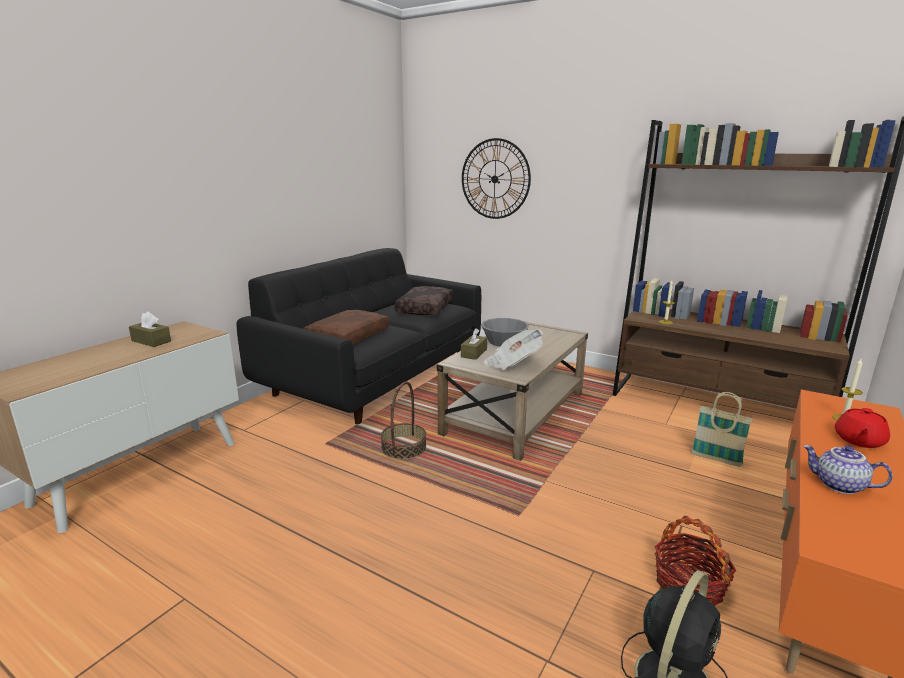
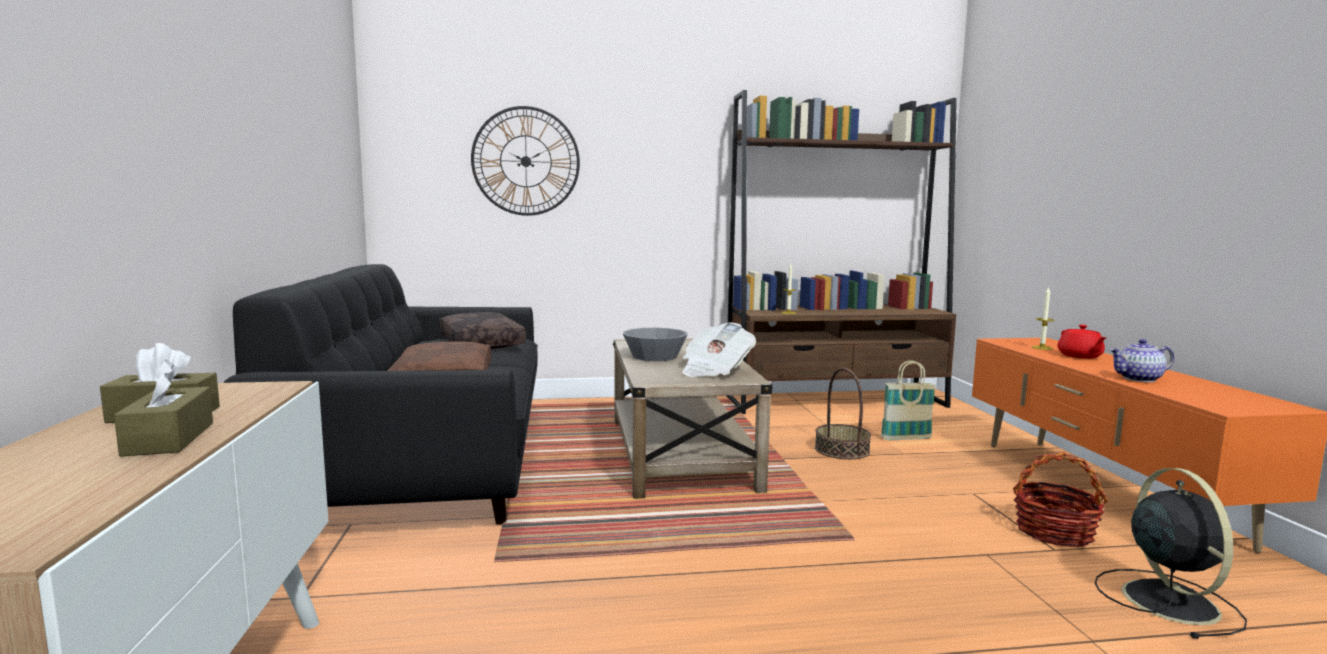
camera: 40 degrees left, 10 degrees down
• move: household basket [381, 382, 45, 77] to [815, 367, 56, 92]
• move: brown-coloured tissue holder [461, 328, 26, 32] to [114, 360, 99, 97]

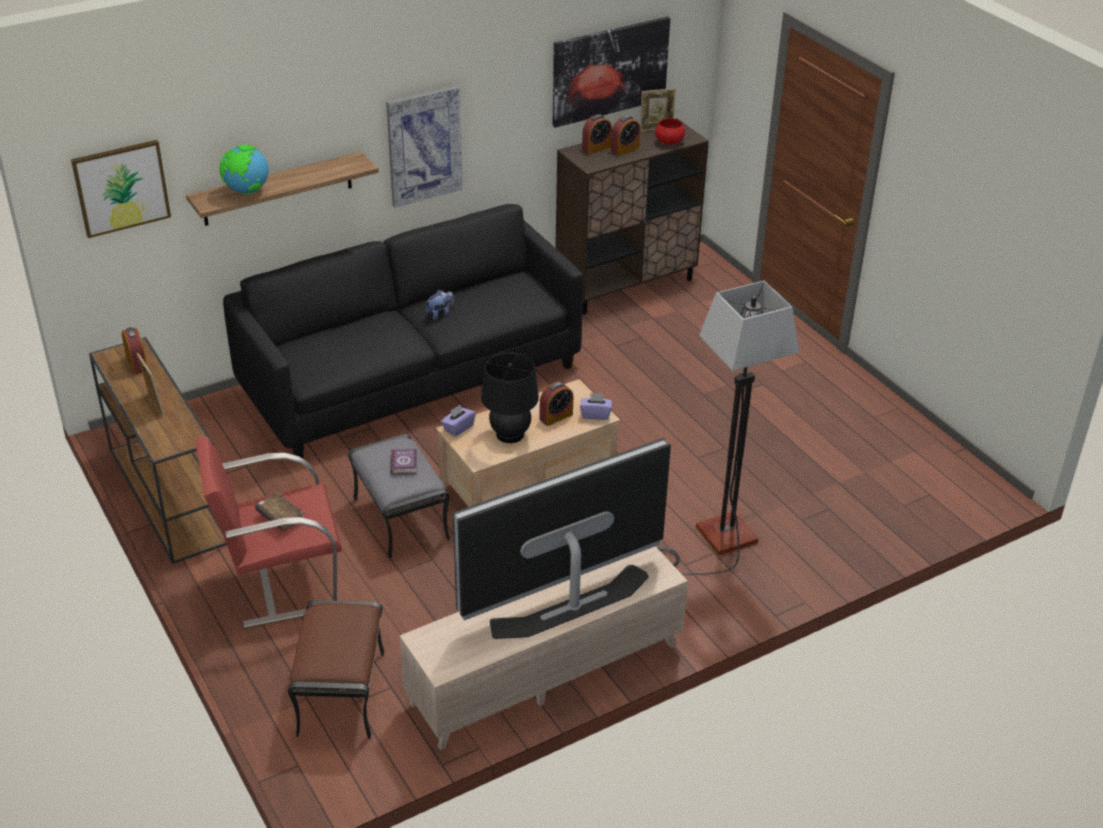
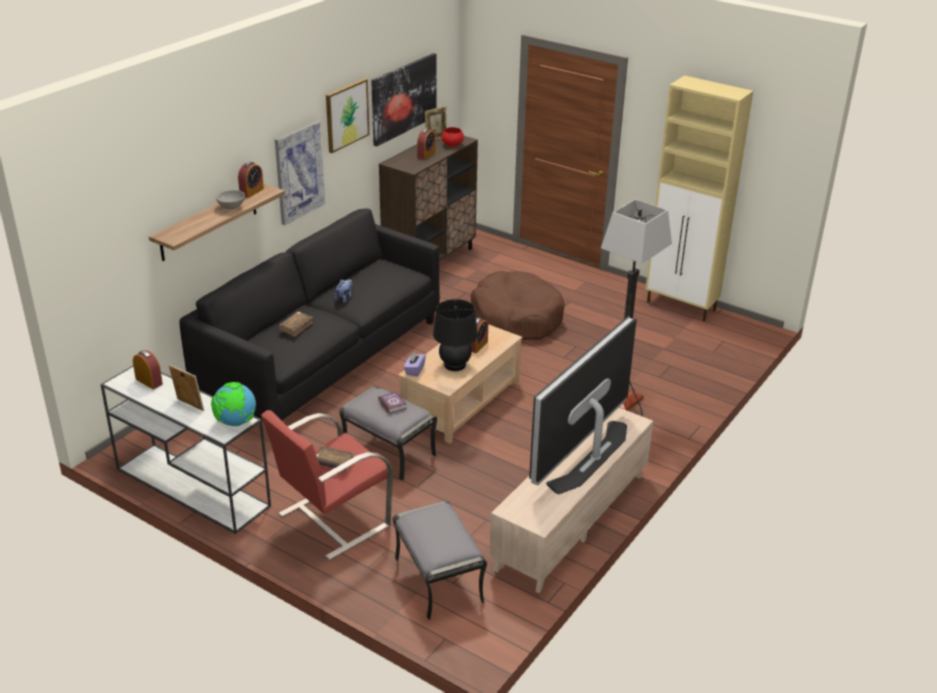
camera: 25 degrees left, 5 degrees down
• move: wall picture [71, 140, 100, 98] to [326, 78, 44, 75]
• recolor: brown-coloured console table [89, 337, 138, 227] to white-coloured console table [101, 366, 170, 168]
• move: desk globe [220, 145, 49, 49] to [211, 382, 45, 44]
• recolor: brown-coloured footrest [288, 600, 97, 139] to gray footrest [392, 501, 95, 119]
• delete: purplish tissue holder [580, 393, 32, 27]
• move: alarm clock [582, 114, 30, 40] to [238, 162, 26, 36]
• insert: gray deep dish [216, 190, 29, 19]
• insert: brown-coloured bound book [278, 311, 35, 26]
• insert: brown-coloured pet bed [471, 271, 93, 69]
• insert: sand-coloured cabinet [645, 75, 108, 247]

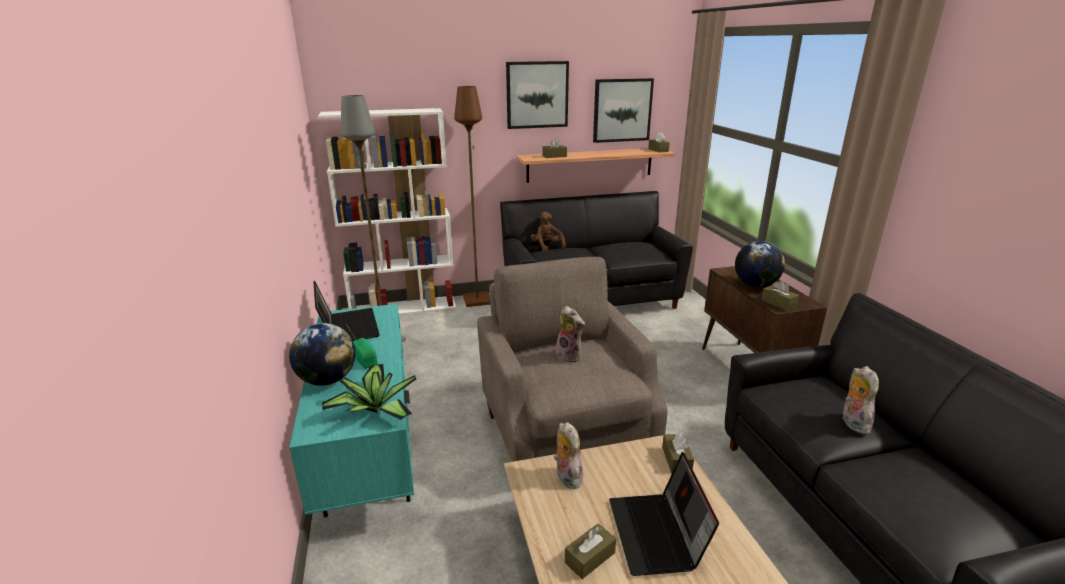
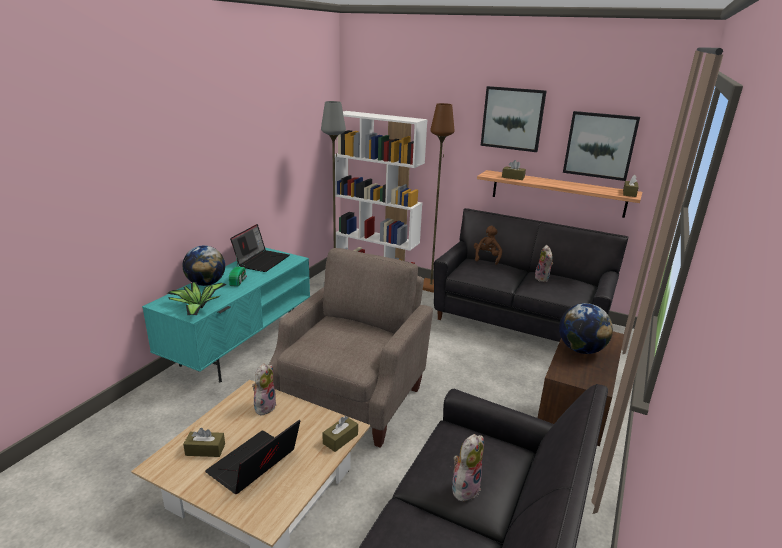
camera: 40 degrees right, 0 degrees up
• move: soft toy [556, 306, 29, 57] to [535, 245, 18, 37]
• delete: brown-coloured tissue holder [761, 280, 38, 31]

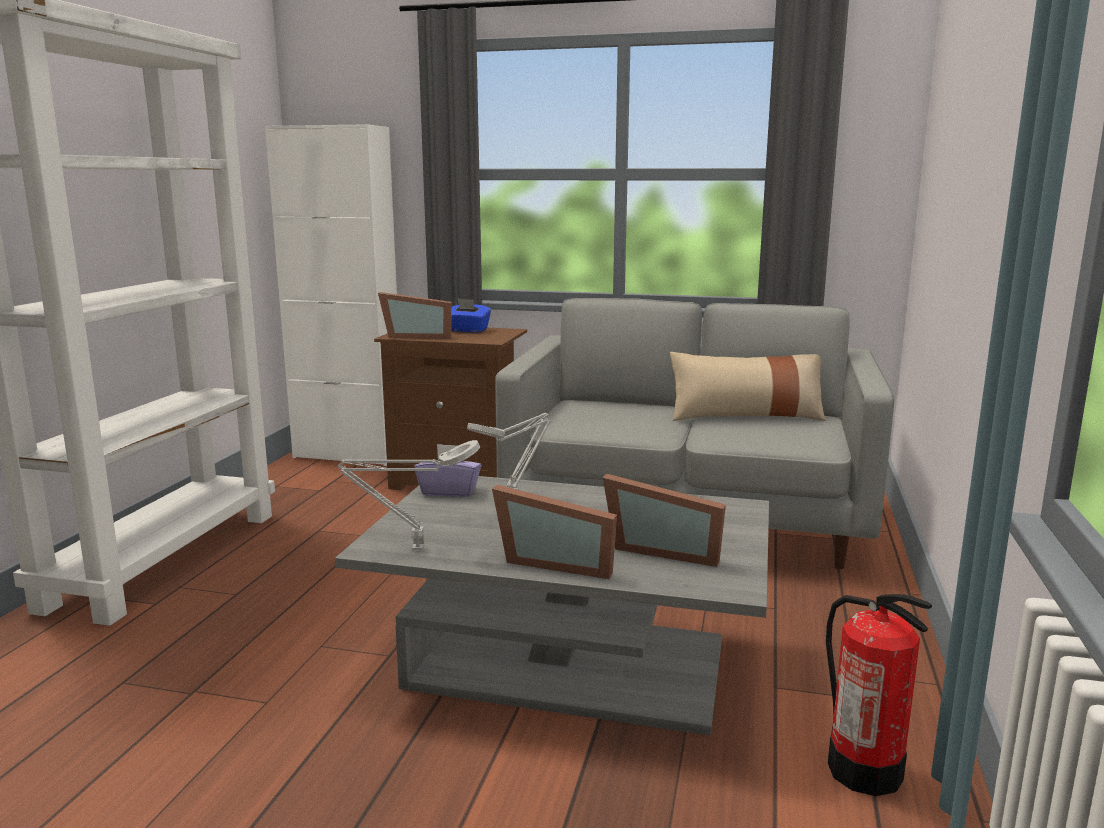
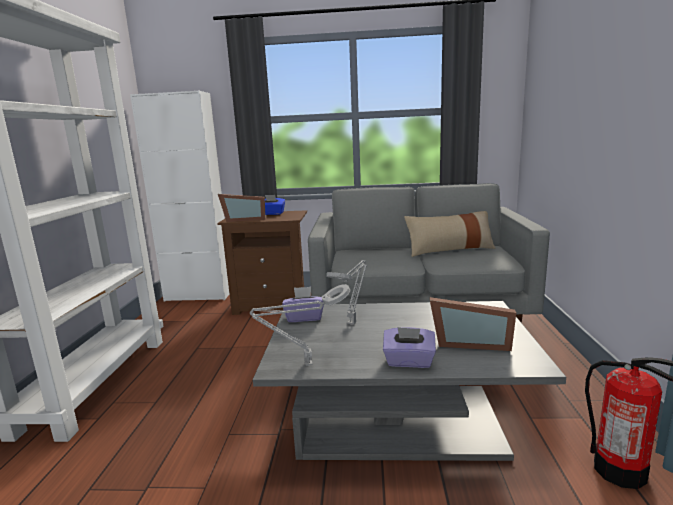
camera: 10 degrees left, 0 degrees up
• replace: standing frame [492, 485, 125, 94] to purplish tissue holder [383, 327, 53, 41]

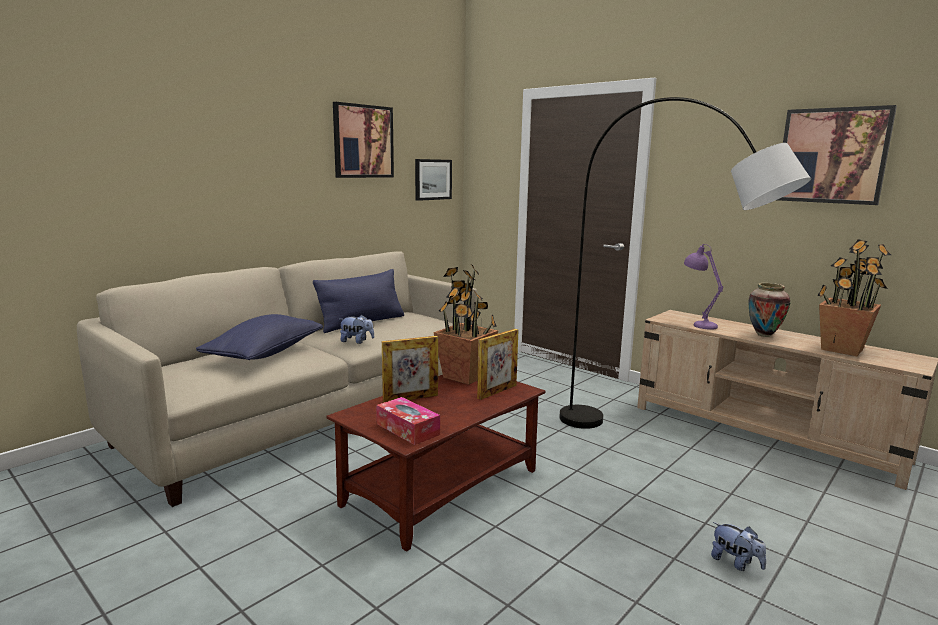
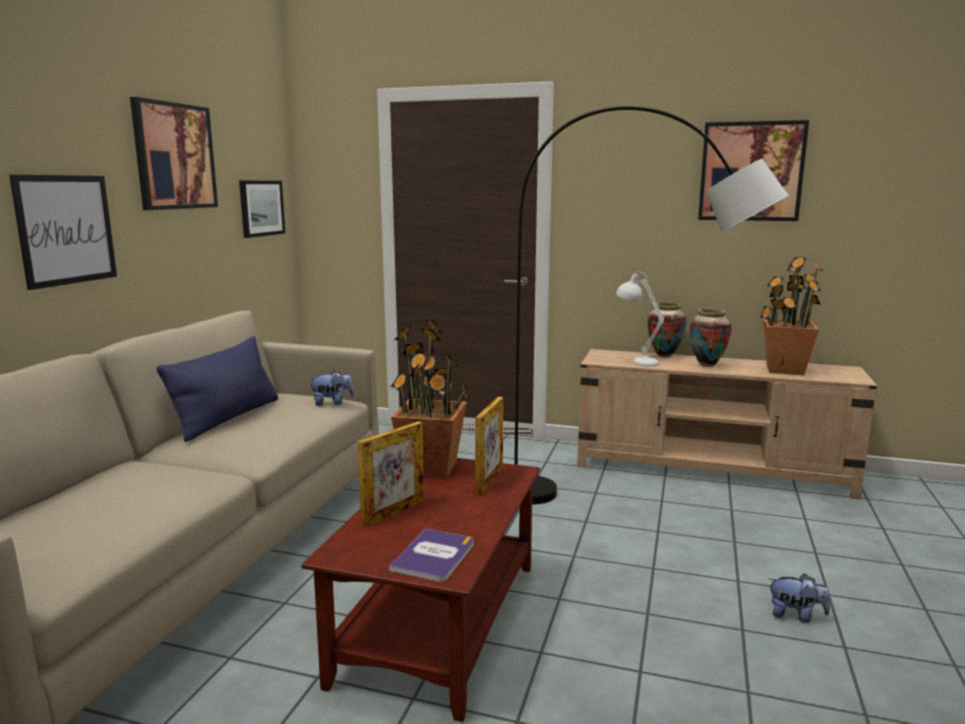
camera: 25 degrees left, 0 degrees up
• delete: blue-coloured pillow [196, 314, 127, 46]
• move: soft toy [339, 314, 35, 30] to [308, 370, 46, 36]
• replace: tissue holder [376, 397, 64, 48] to bound book [389, 528, 85, 54]
• recolor: purplish table lamp [684, 244, 39, 86] to white-coloured table lamp [616, 272, 48, 95]
• insert: wall picture [9, 175, 108, 115]
• insert: vase [648, 302, 39, 56]

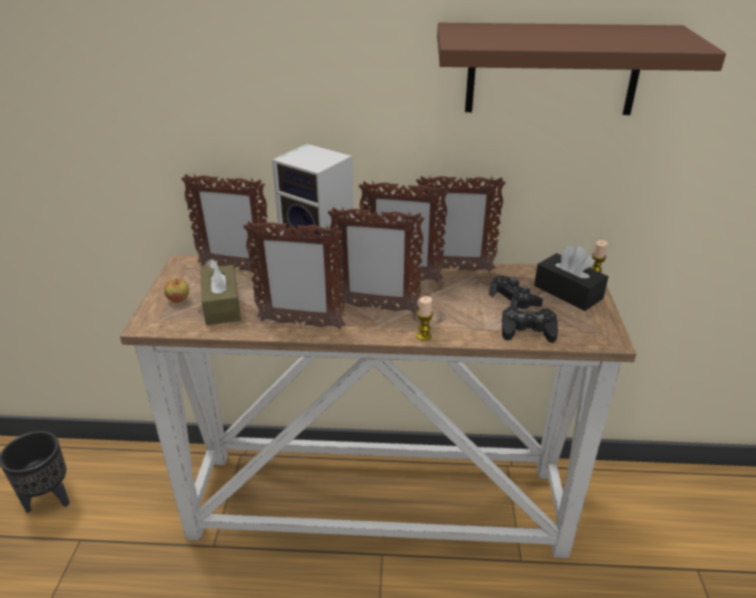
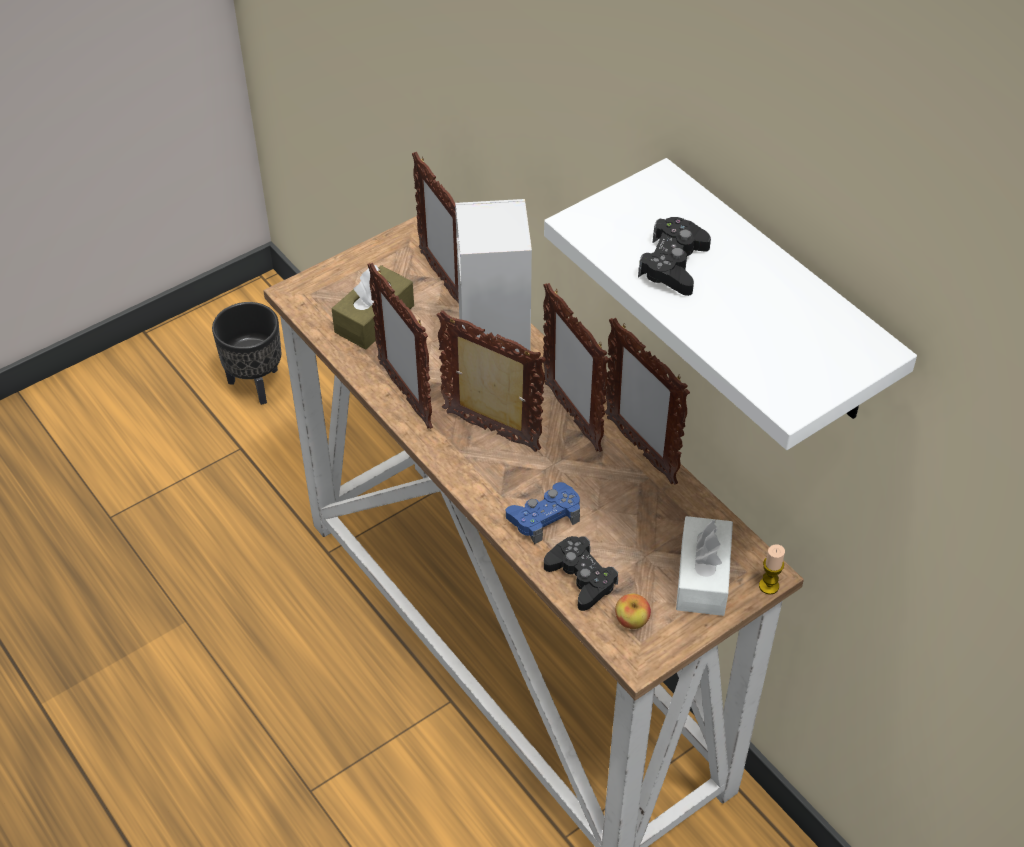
camera: 50 degrees right, 15 degrees up
• move: apple fruit [164, 279, 25, 24] to [615, 594, 36, 35]
• rotate: standing frame [328, 207, 96, 106] = [437, 310, 109, 142] 150 degrees clockwise
• delete: candle [417, 296, 16, 45]
• recolor: brown-coloured bracket shelf [437, 23, 289, 92] to white-coloured bracket shelf [544, 158, 373, 292]
• move: blackish gamepad [489, 275, 54, 34] to [638, 217, 73, 79]
• recolor: blackish tissue holder [534, 246, 74, 65] to white-coloured tissue holder [676, 516, 57, 100]
• insert: blue-coloured gamepad [506, 482, 74, 62]

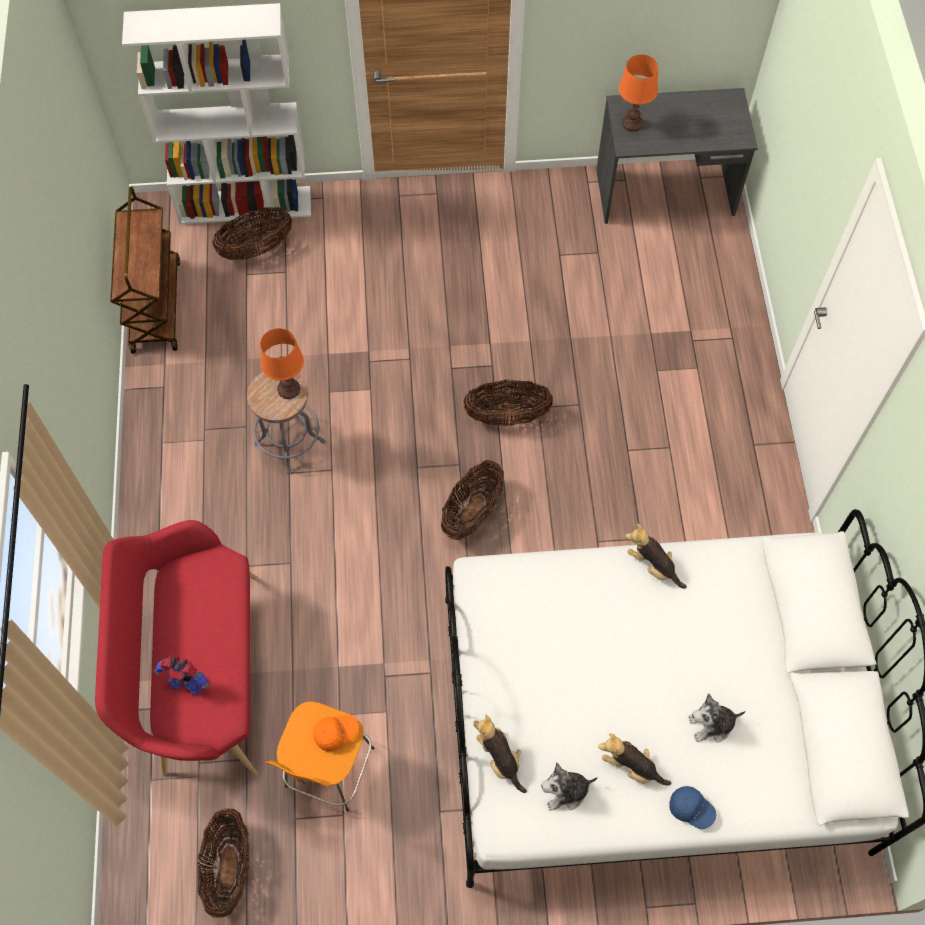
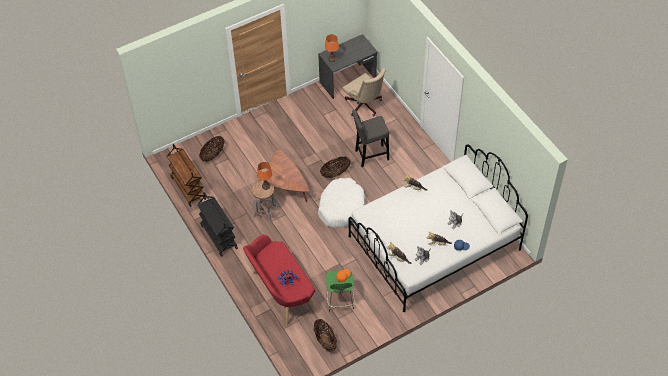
camera: 25 degrees left, 10 degrees down
• delete: white-coloured bookshelf [122, 3, 189, 222]
• recolor: orange stool seat [265, 702, 110, 110] to green-coloured stool seat [326, 270, 29, 42]
• replace: household basket [441, 460, 63, 80] to white-coloured pet bed [318, 178, 47, 50]
• insert: blackish wheeled cart [197, 192, 41, 65]
• insert: brown-coloured lounge table [267, 149, 42, 53]
• insert: sand-coloured office chair [343, 68, 43, 48]
• insert: gray stool seat [352, 110, 37, 57]

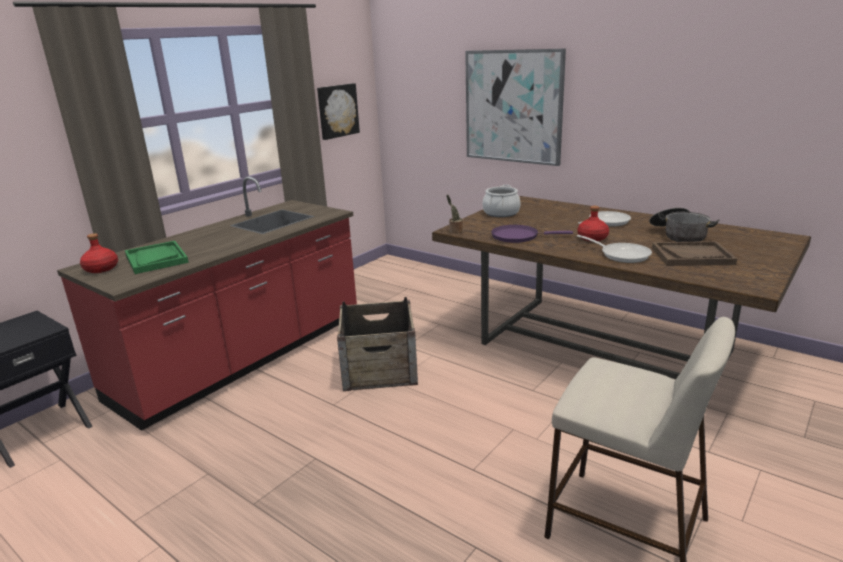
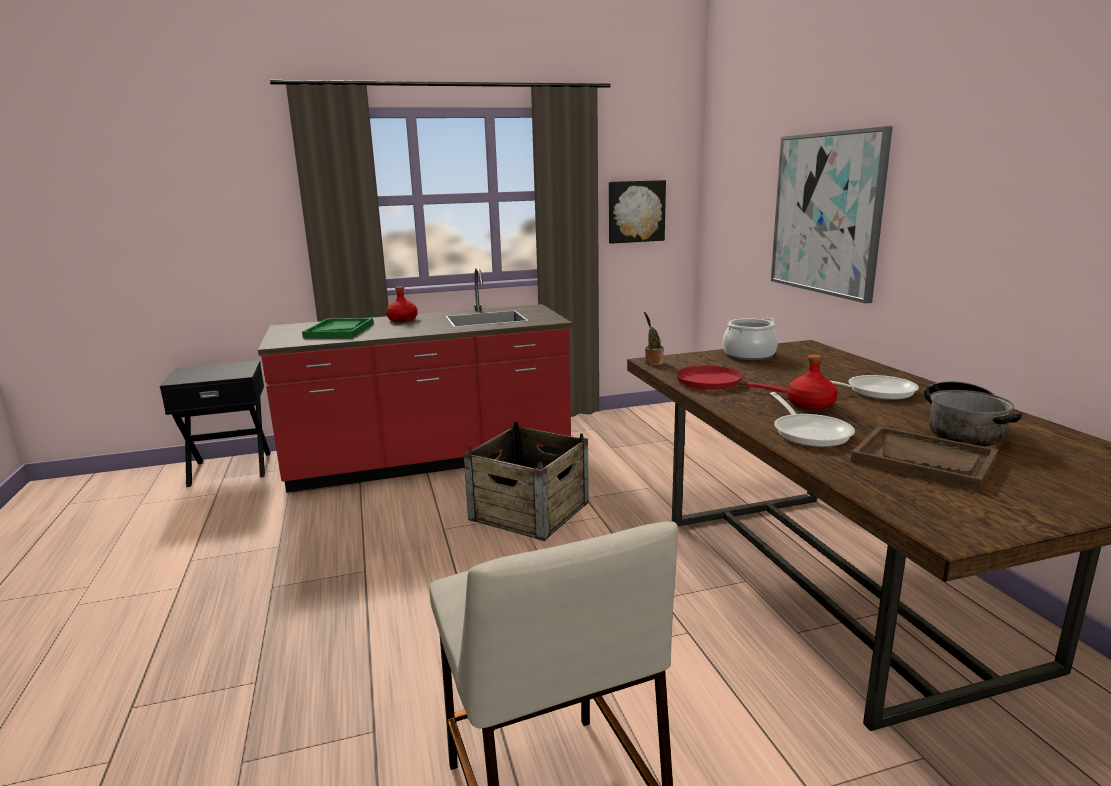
camera: 35 degrees right, 5 degrees down
• move: reddish drink bottle [80, 233, 38, 40] to [386, 286, 32, 36]
• recolor: purplish pan [491, 225, 82, 18] to reddish pan [676, 366, 111, 27]

